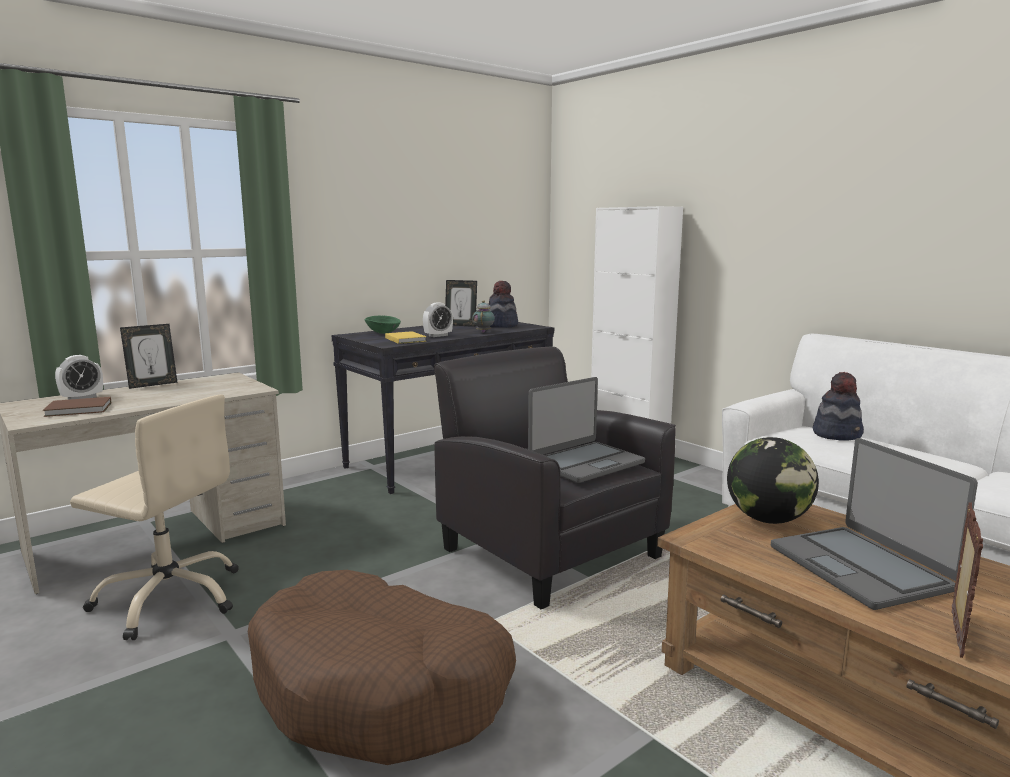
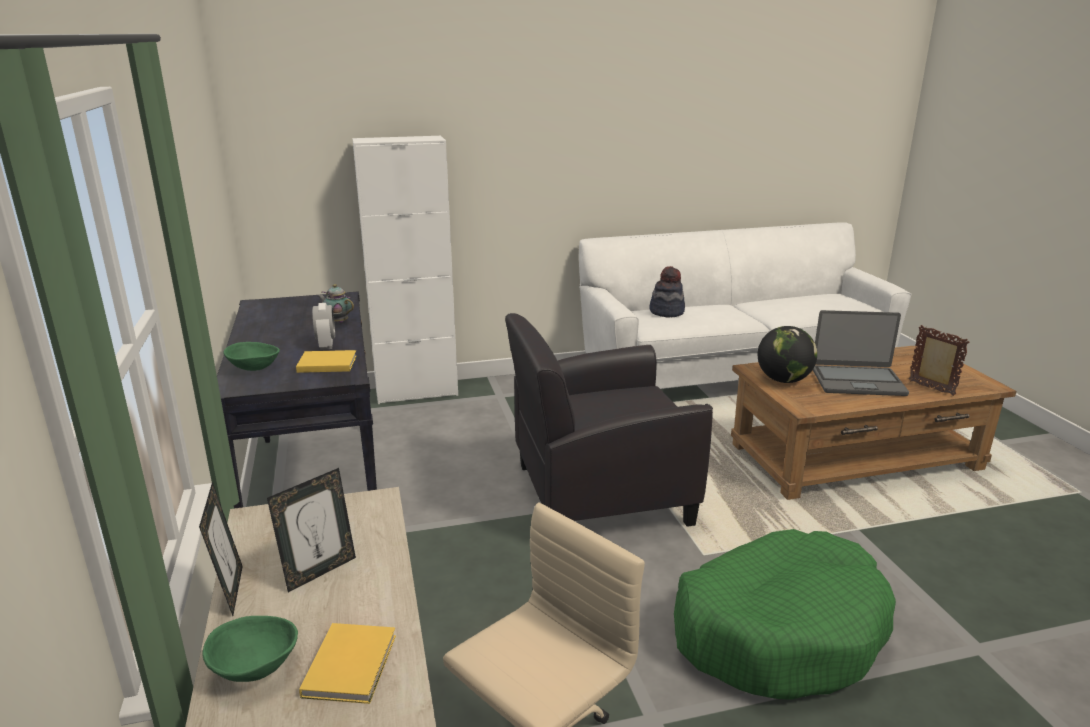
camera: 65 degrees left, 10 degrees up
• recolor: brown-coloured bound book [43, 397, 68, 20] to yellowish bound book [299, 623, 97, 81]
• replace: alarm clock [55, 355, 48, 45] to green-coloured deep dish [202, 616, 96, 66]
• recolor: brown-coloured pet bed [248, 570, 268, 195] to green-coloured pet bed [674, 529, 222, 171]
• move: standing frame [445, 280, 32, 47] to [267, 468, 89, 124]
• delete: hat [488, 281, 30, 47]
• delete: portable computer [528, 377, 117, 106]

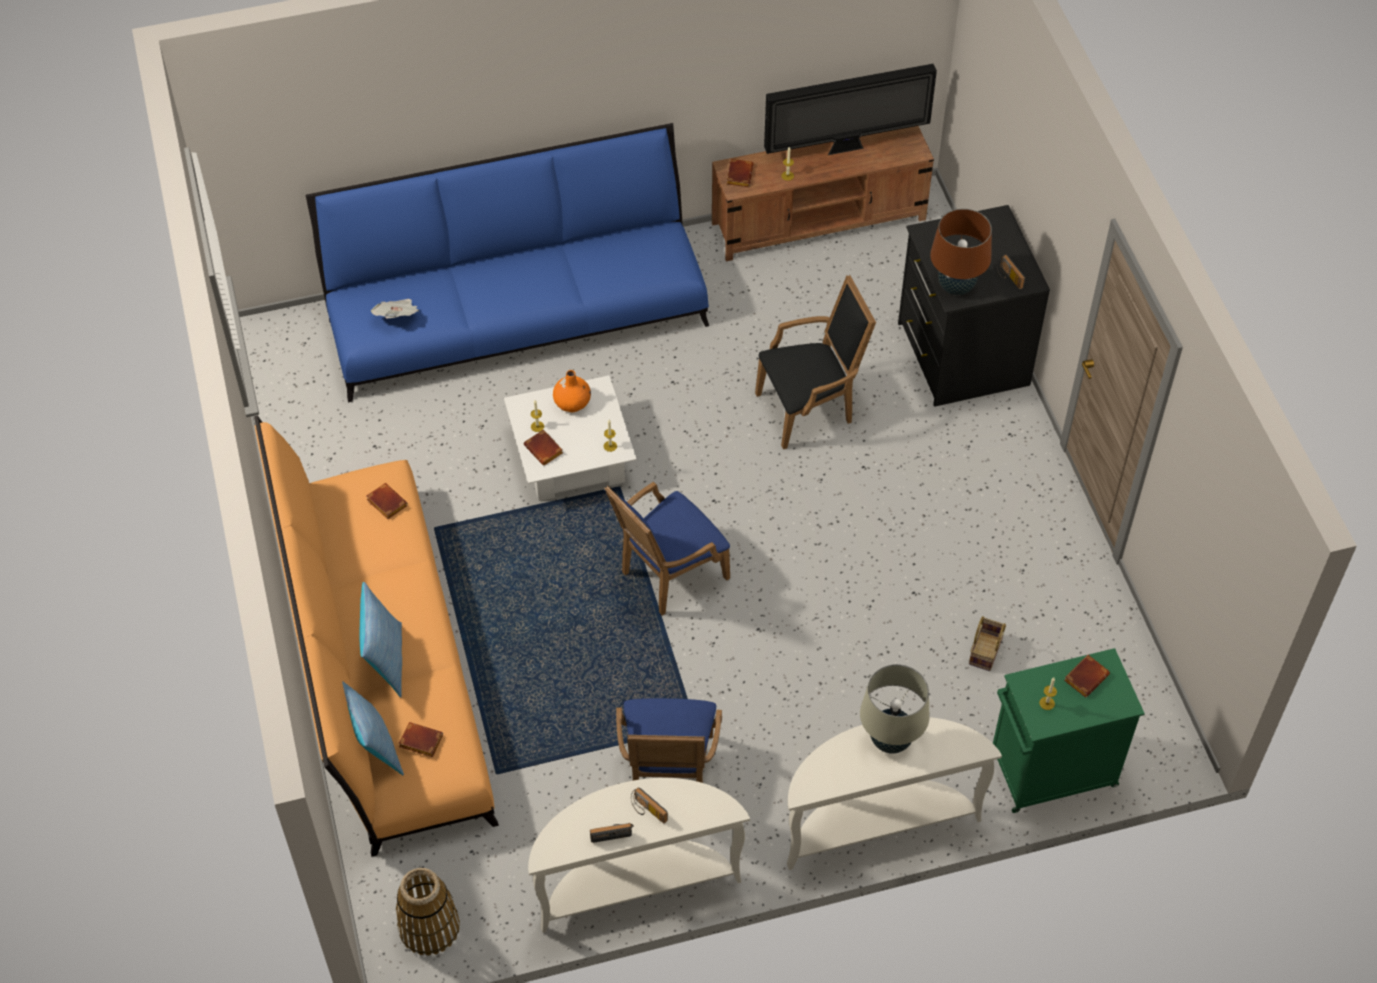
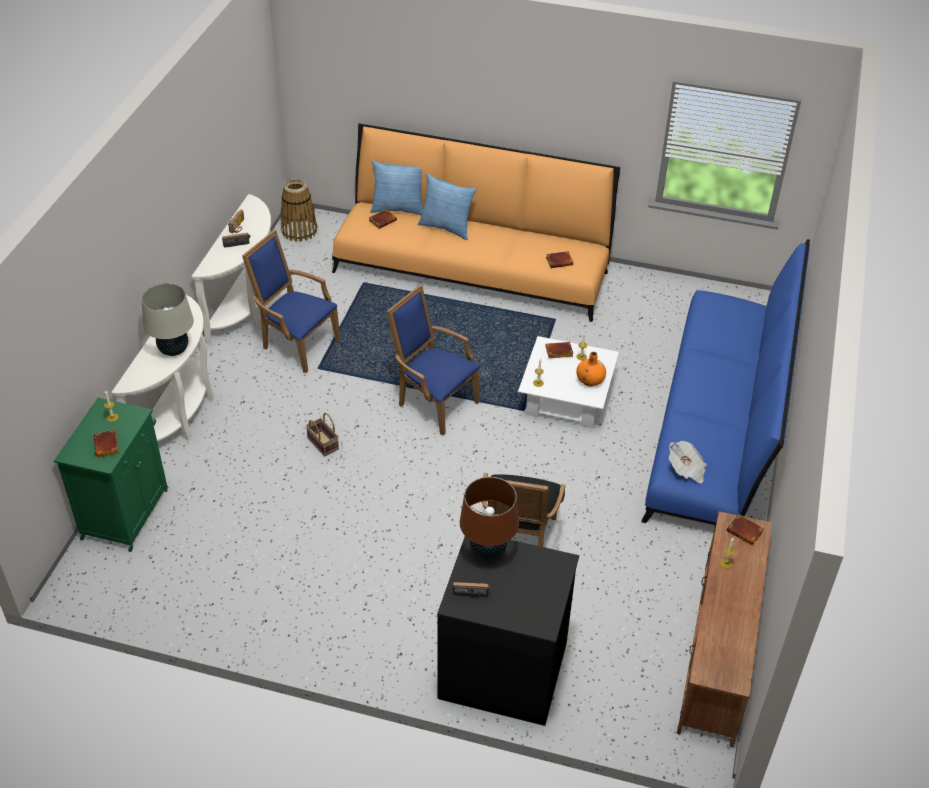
camera: 120 degrees right, 10 degrees down
• move: newspaper [371, 299, 48, 19] to [669, 441, 38, 42]
• rotate: blue-coloured easy chair [604, 482, 126, 133] = [386, 285, 94, 150] 45 degrees counterclockwise
• delete: television [764, 64, 173, 91]
• move: household basket [969, 616, 37, 55] to [306, 413, 33, 43]

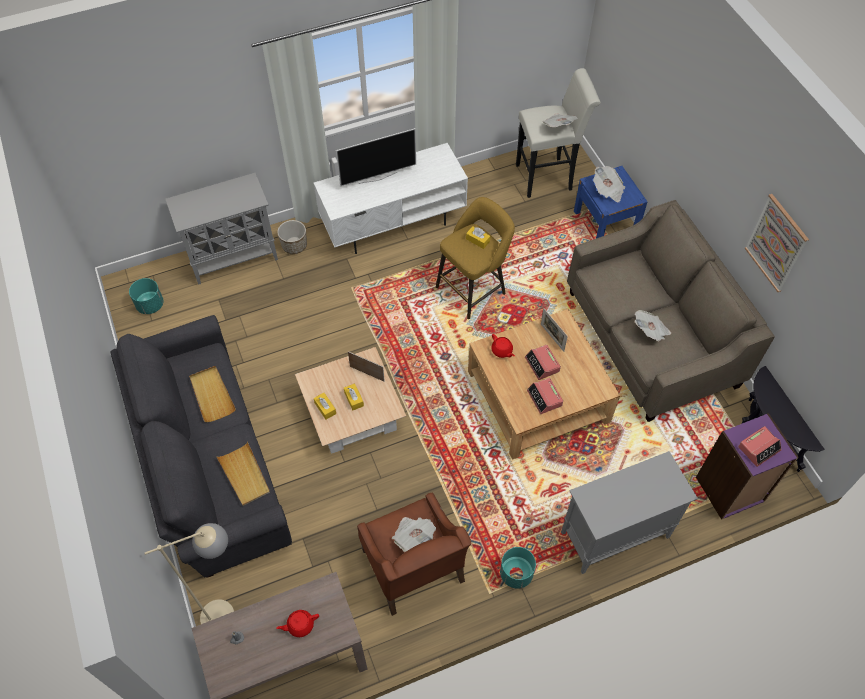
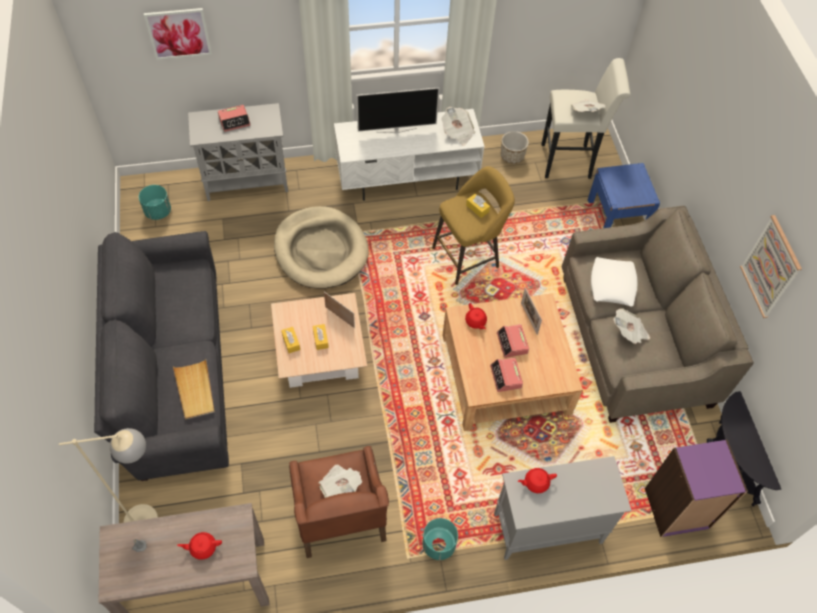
camera: 10 degrees right, 0 degrees up
• delete: sand-coloured carrying tray [189, 366, 47, 56]
• move: plant pot [277, 220, 30, 34] to [501, 131, 28, 33]
• move: newspaper [593, 166, 32, 36] to [441, 107, 35, 38]
• move: alarm clock [738, 426, 44, 41] to [218, 105, 32, 27]
• insert: wall picture [144, 8, 68, 52]
• insert: sand-coloured pet bed [274, 206, 95, 83]
• insert: reddish pot for tea [518, 468, 39, 25]
• insert: white-coloured pillow [591, 257, 47, 49]

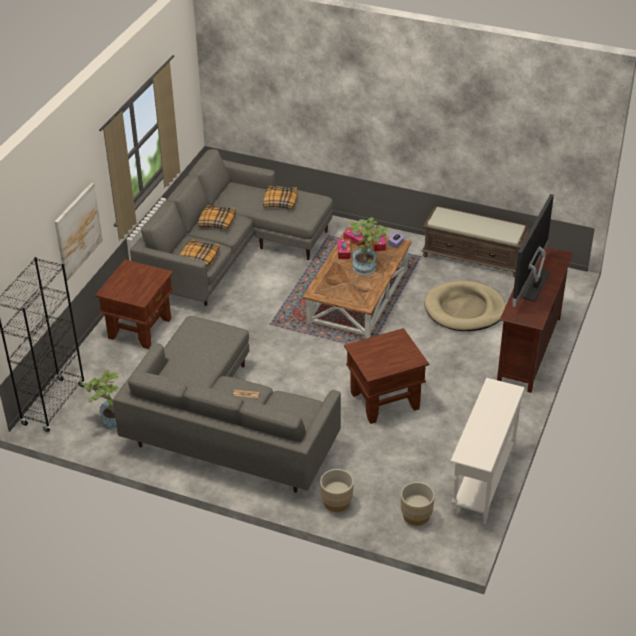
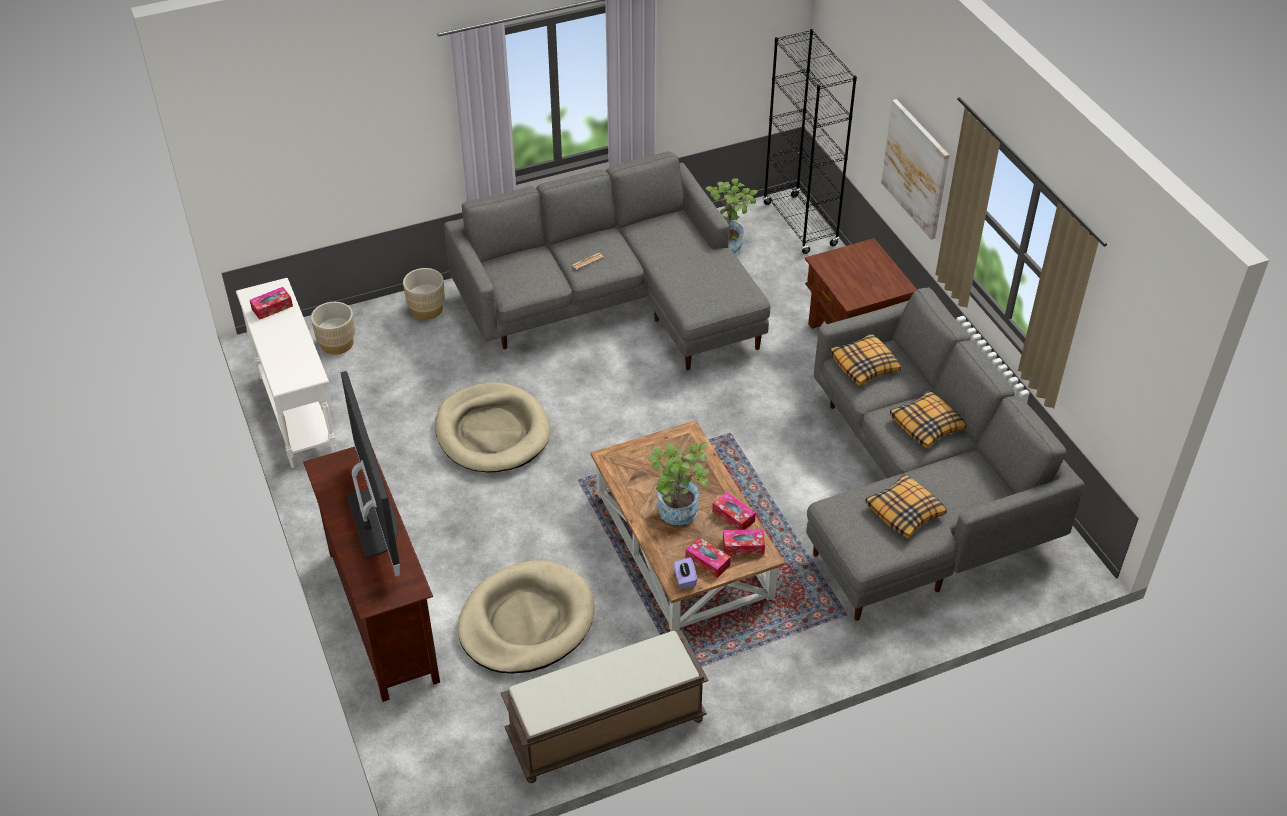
camera: 135 degrees right, 5 degrees up
• replace: brown-coloured end table [344, 328, 85, 96] to sand-coloured pet bed [435, 383, 116, 90]
• insert: tissue holder [250, 287, 43, 33]

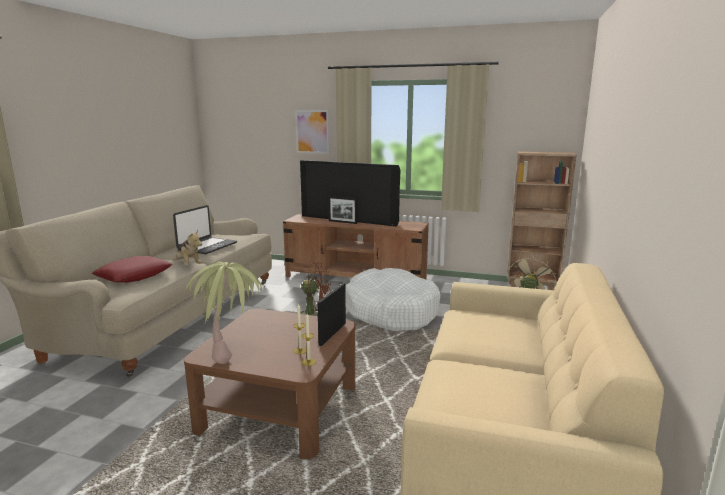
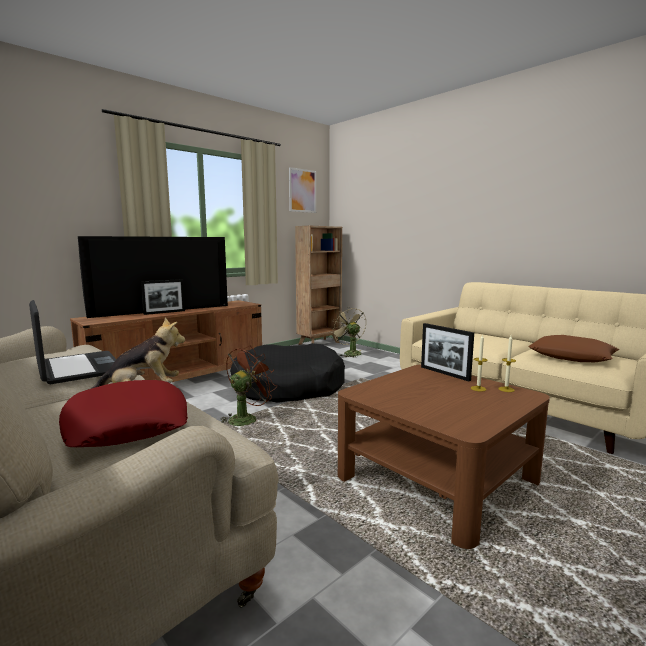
camera: 60 degrees left, 5 degrees down
• delete: plant in a pot [186, 262, 76, 102]
• move: wall picture [295, 110, 34, 44] to [289, 167, 27, 46]
• recolor: white-coloured pet bed [345, 268, 95, 63] to blackish pet bed [230, 343, 115, 60]
• insert: brown-coloured pillow [528, 335, 91, 27]

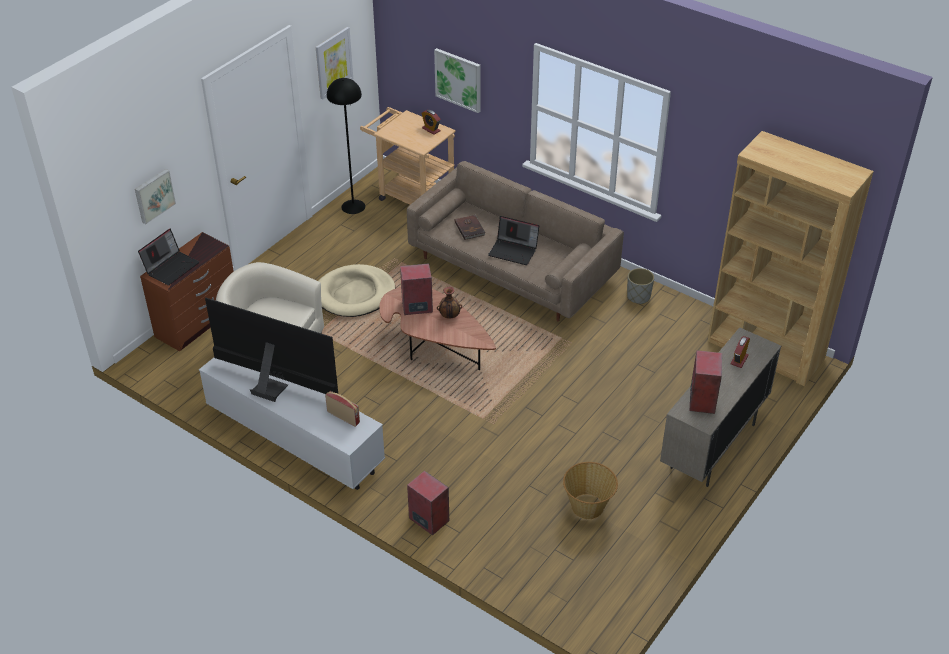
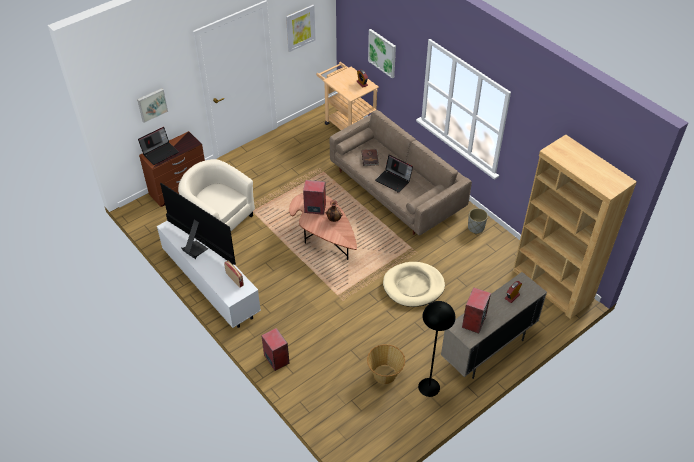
camera: 15 degrees right, 5 degrees up
• move: sand-coloured pet bed [318, 264, 77, 53] to [383, 262, 62, 45]
• move: blackish floor lamp [327, 78, 38, 136] to [418, 301, 38, 96]

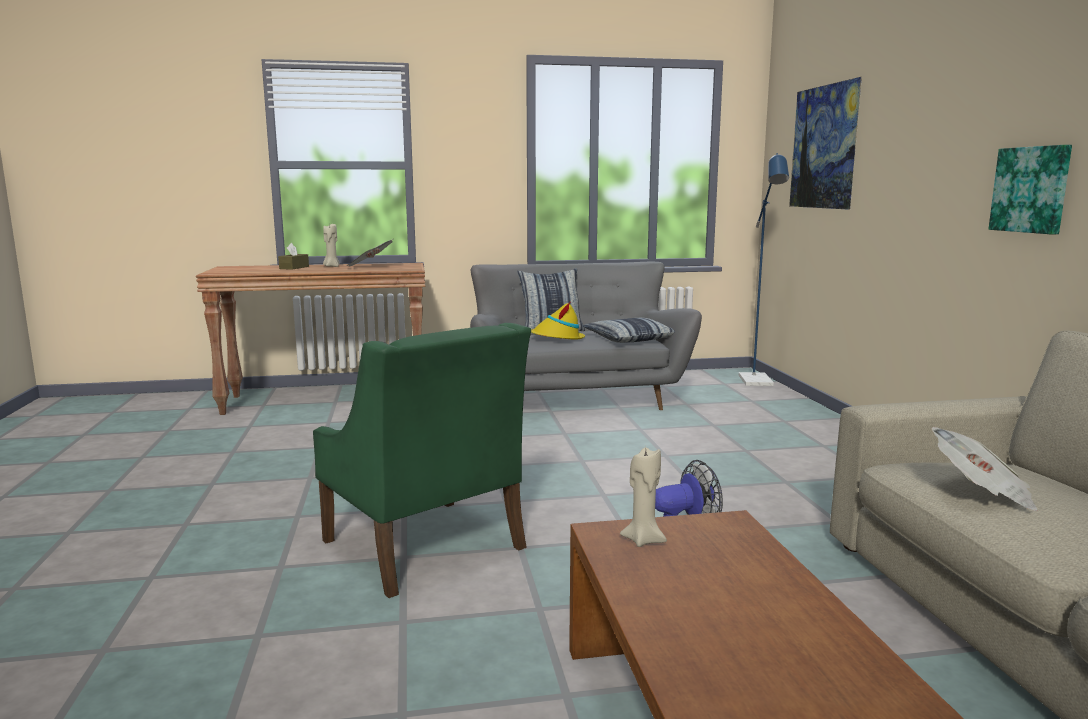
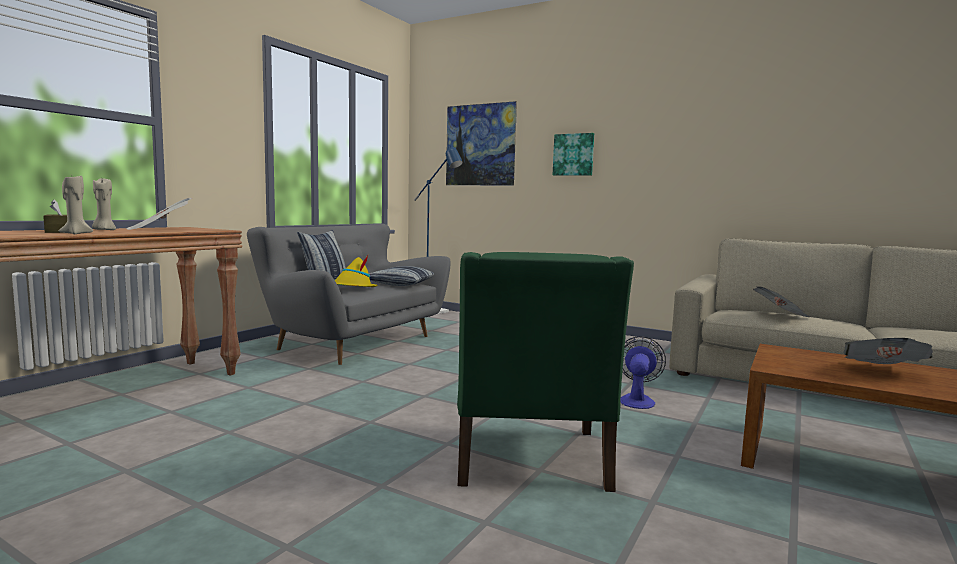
camera: 50 degrees left, 5 degrees down
• rotate: green-coloured easy chair [313, 323, 218, 275] = [457, 252, 177, 240] 90 degrees clockwise
• move: sand-coloured candle [620, 448, 47, 99] to [59, 176, 34, 58]
• move: wall picture [989, 145, 83, 89] to [553, 133, 41, 43]
• insert: newspaper [844, 338, 89, 26]

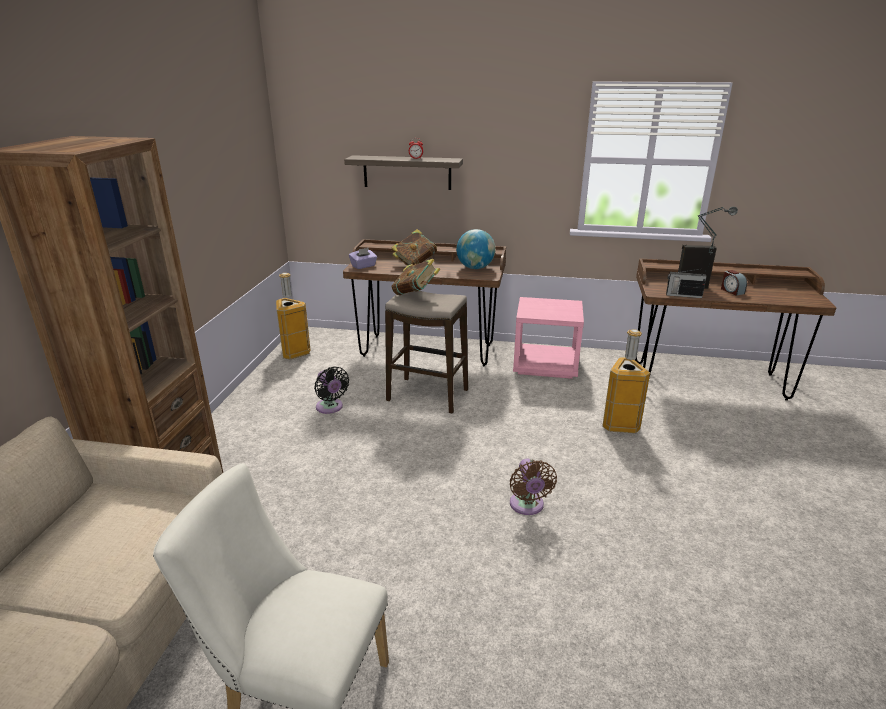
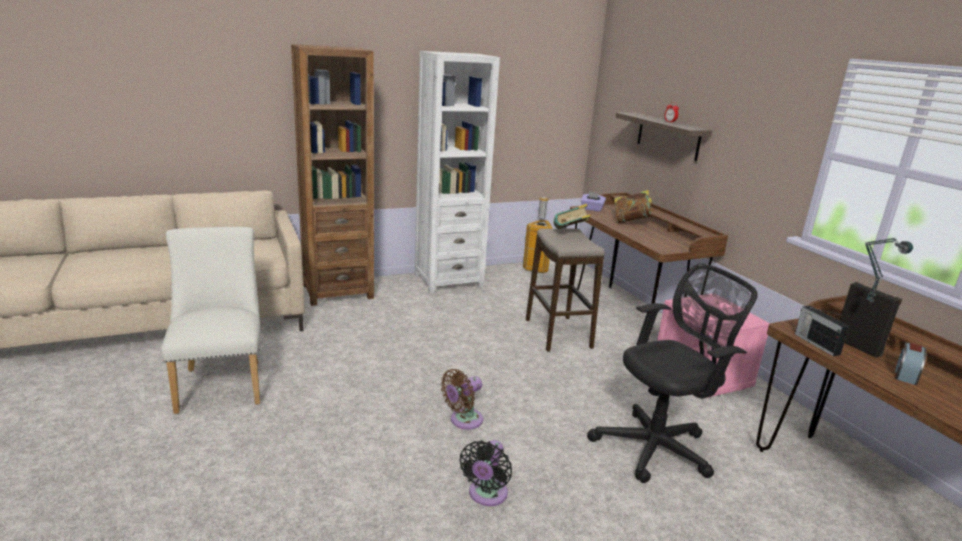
camera: 55 degrees right, 5 degrees down
• move: blackish fan [314, 366, 35, 48] to [460, 440, 52, 66]
• delete: desk globe [456, 229, 40, 40]
• replace: waste bin [602, 329, 48, 104] to blackish office chair [587, 263, 171, 220]
• insert: white-coloured bookshelf [414, 51, 86, 242]

